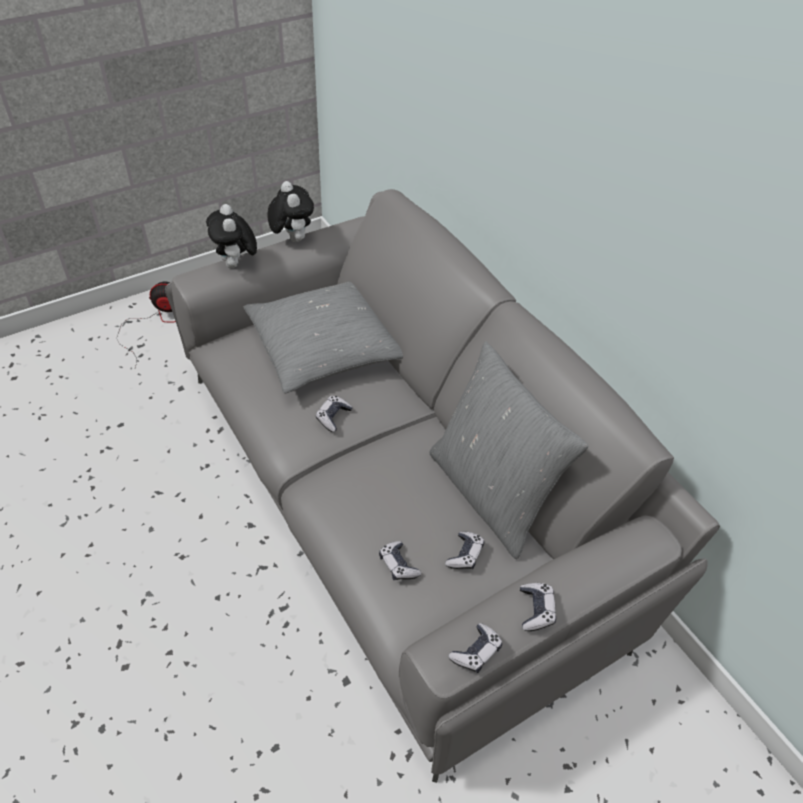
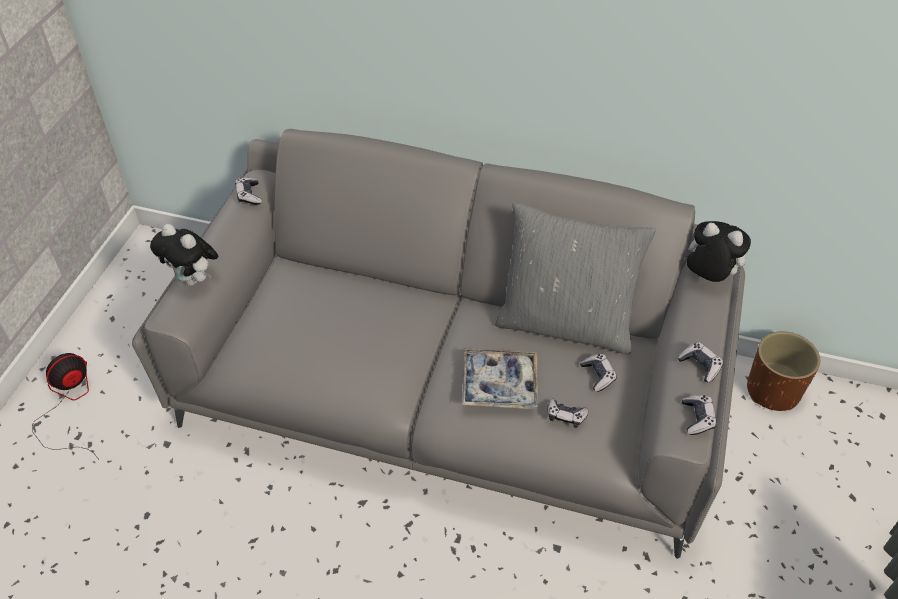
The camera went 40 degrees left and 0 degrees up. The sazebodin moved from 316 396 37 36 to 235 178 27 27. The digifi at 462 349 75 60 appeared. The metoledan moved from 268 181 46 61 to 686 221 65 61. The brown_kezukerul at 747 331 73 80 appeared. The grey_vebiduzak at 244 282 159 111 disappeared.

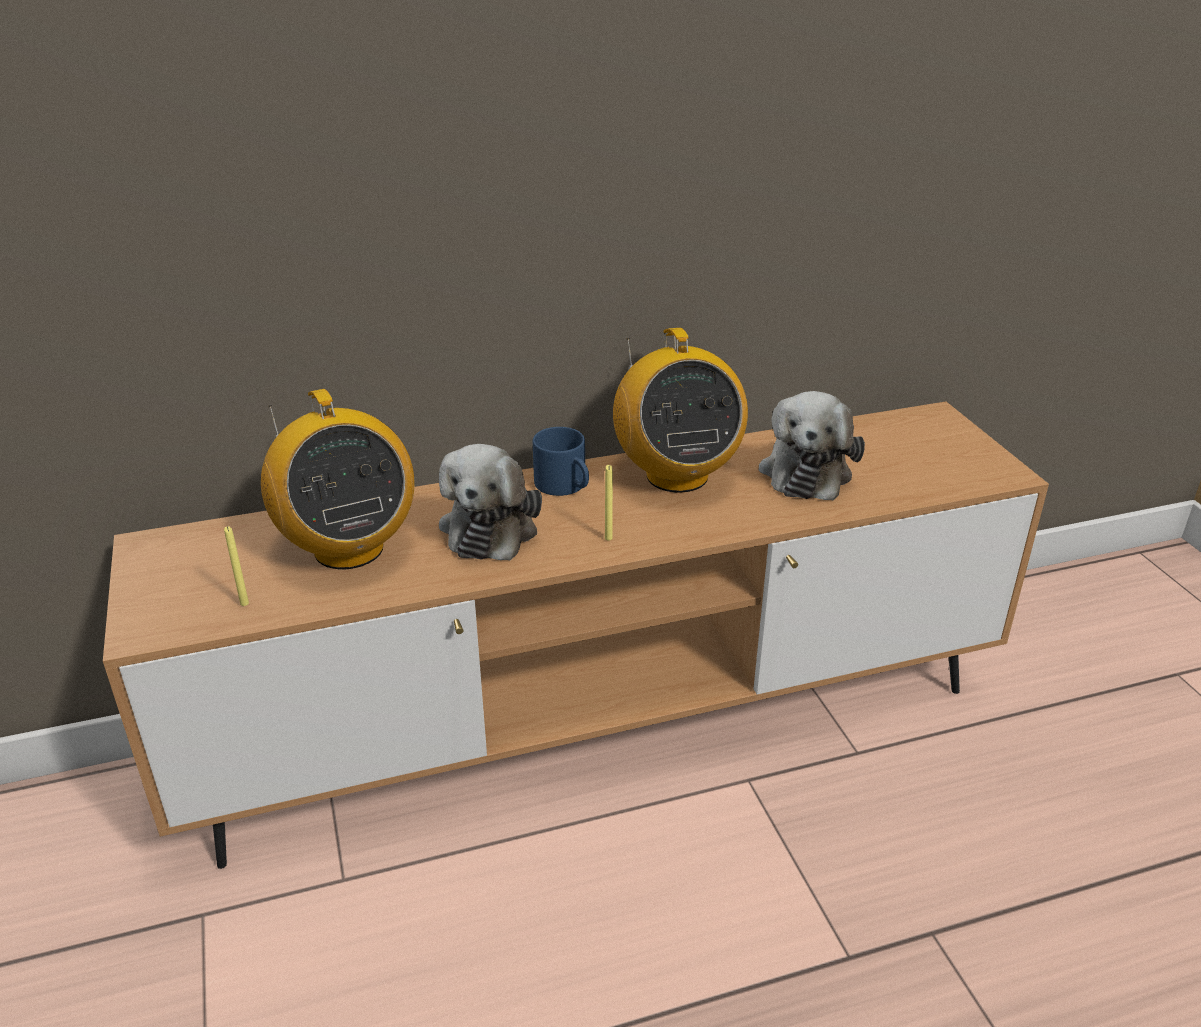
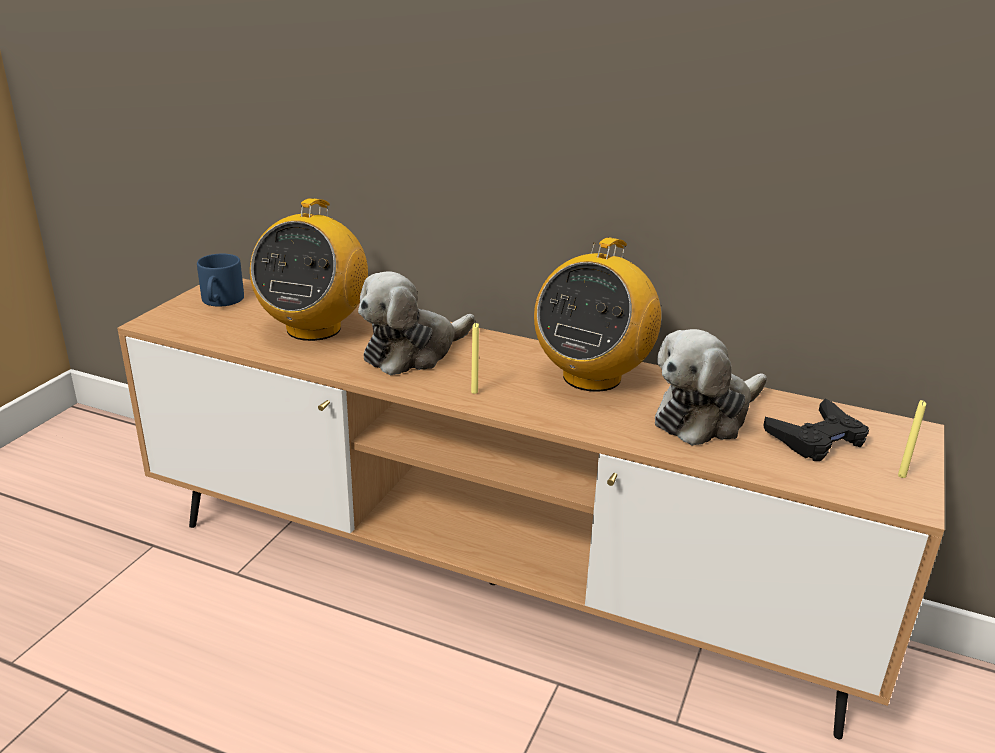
The camera went 40 degrees right and 5 degrees down. The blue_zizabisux moved from 533 427 56 69 to 197 253 47 54. The black_sazebodin at 763 398 106 63 appeared. The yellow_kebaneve moved from 224 526 25 80 to 898 400 28 78.

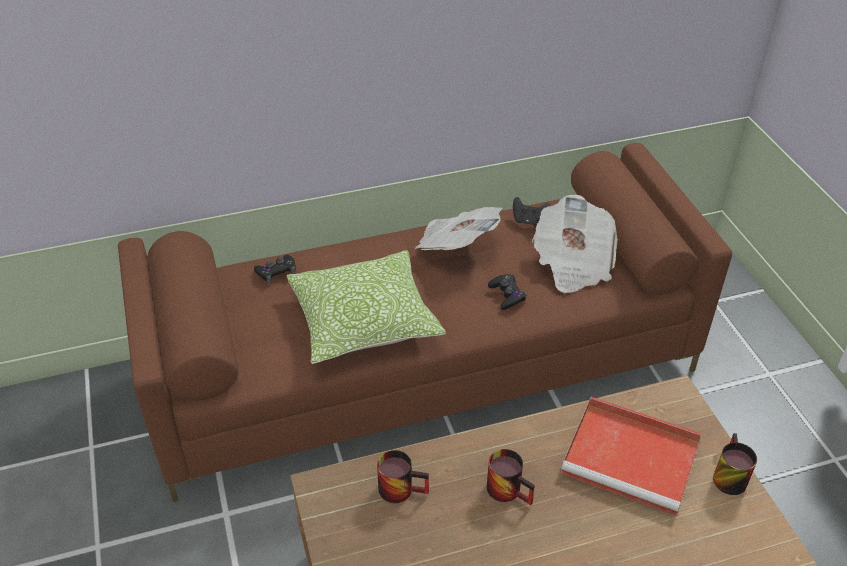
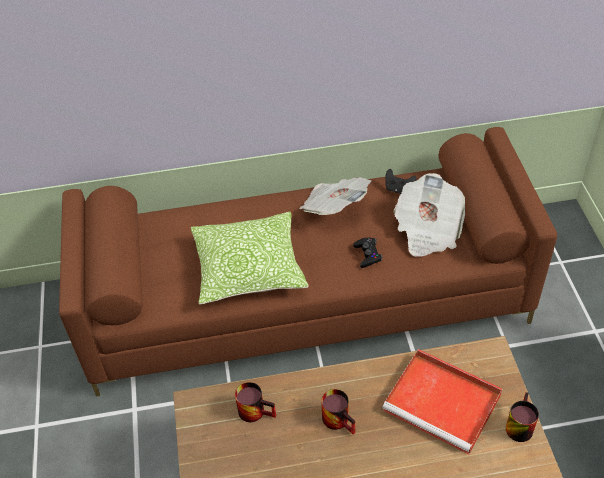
The camera went 10 degrees right and 5 degrees up. The black_sazebodin at 254 255 42 28 disappeared.

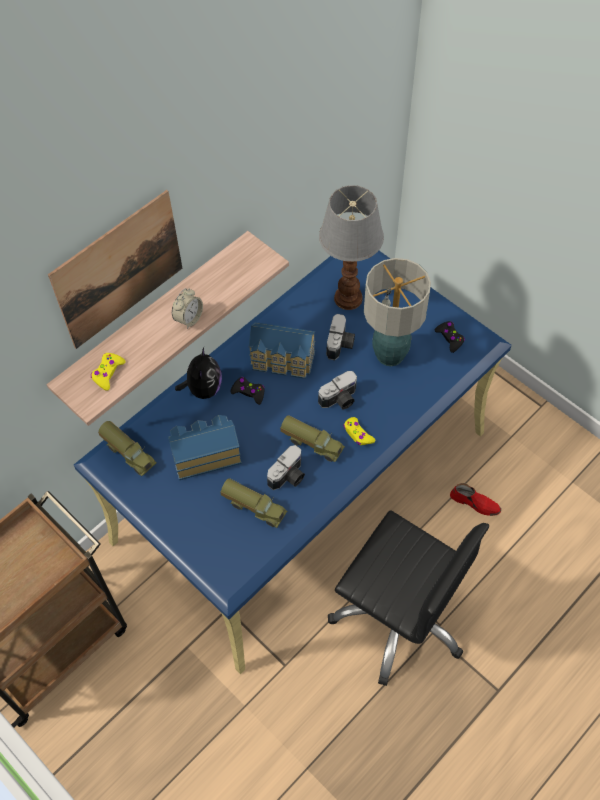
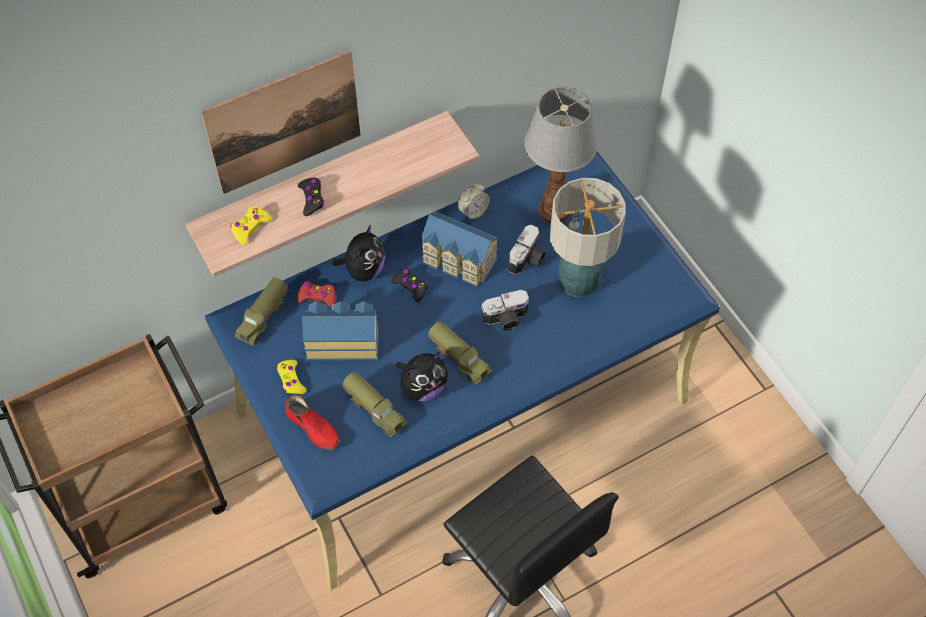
The camera went 15 degrees right and 0 degrees up. The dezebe at 98 421 58 55 turned 60 degrees clockwise. The yellow_sazebodin moved from 343 417 33 28 to 277 360 30 34. The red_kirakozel moved from 450 483 51 33 to 285 395 55 55. The red_sazebodin at 297 281 38 26 appeared. The black_sazebodin moved from 435 321 30 32 to 298 178 26 38. The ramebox at 267 445 38 45 was replaced by the metoledan at 396 352 52 49. The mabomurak moved from 172 288 31 41 to 458 183 31 38.

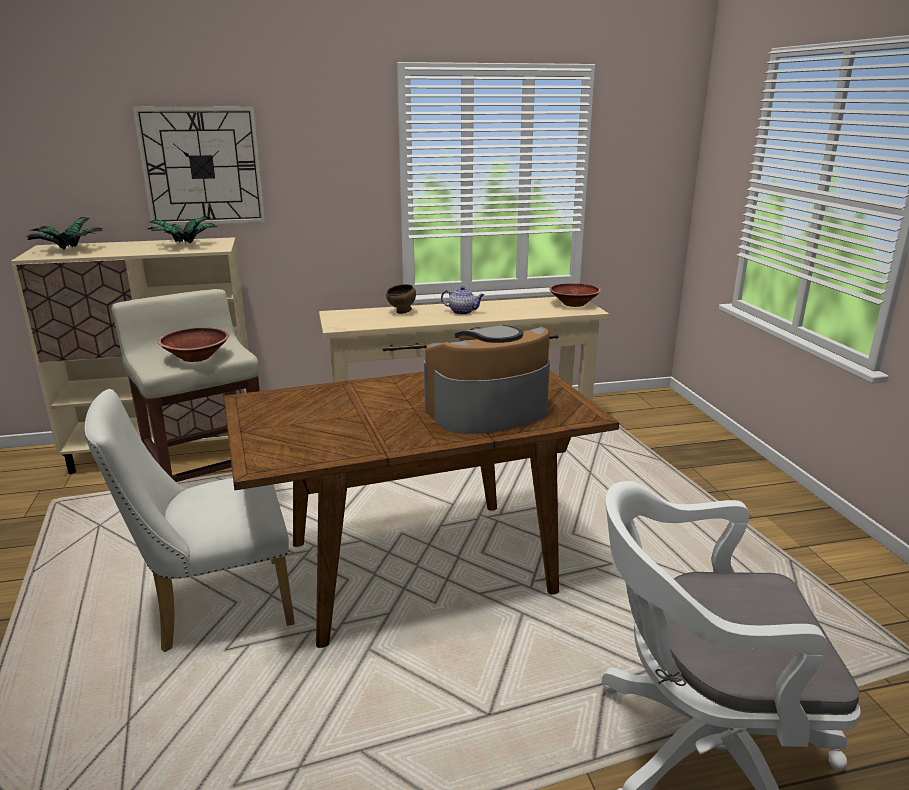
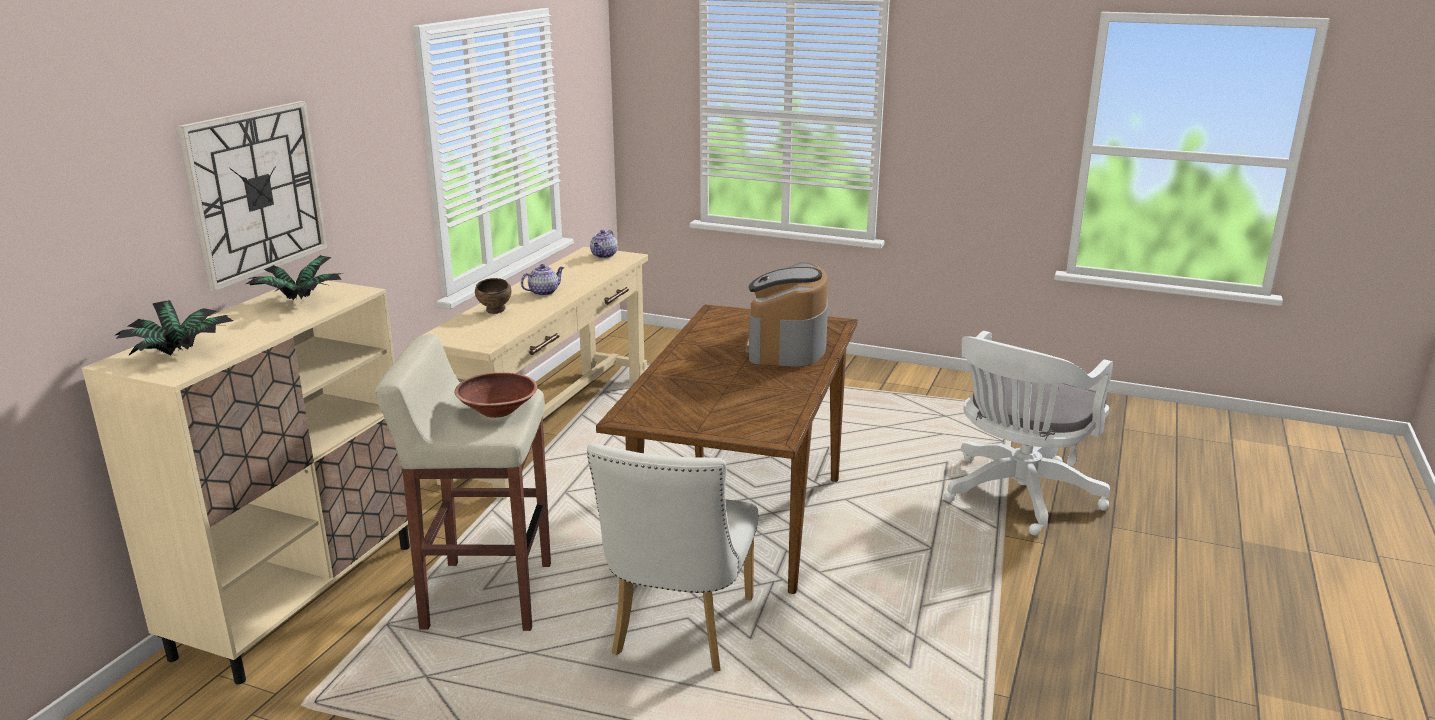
The camera went 55 degrees left and 0 degrees up. The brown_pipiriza at 549 283 52 24 was replaced by the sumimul at 590 230 27 28.

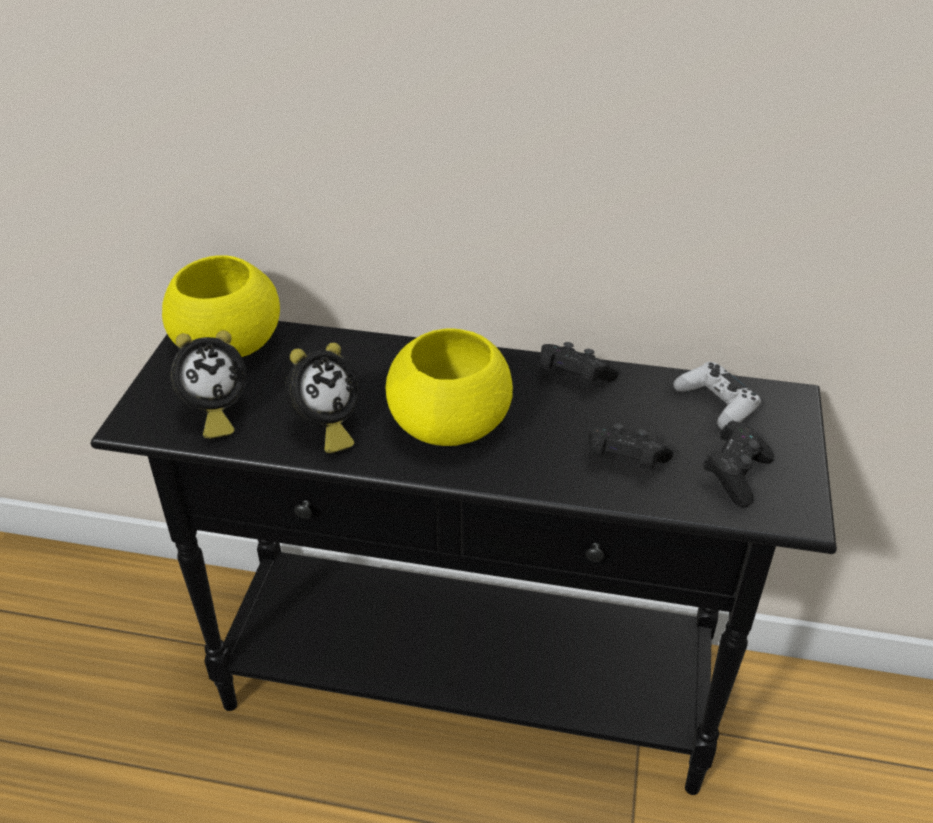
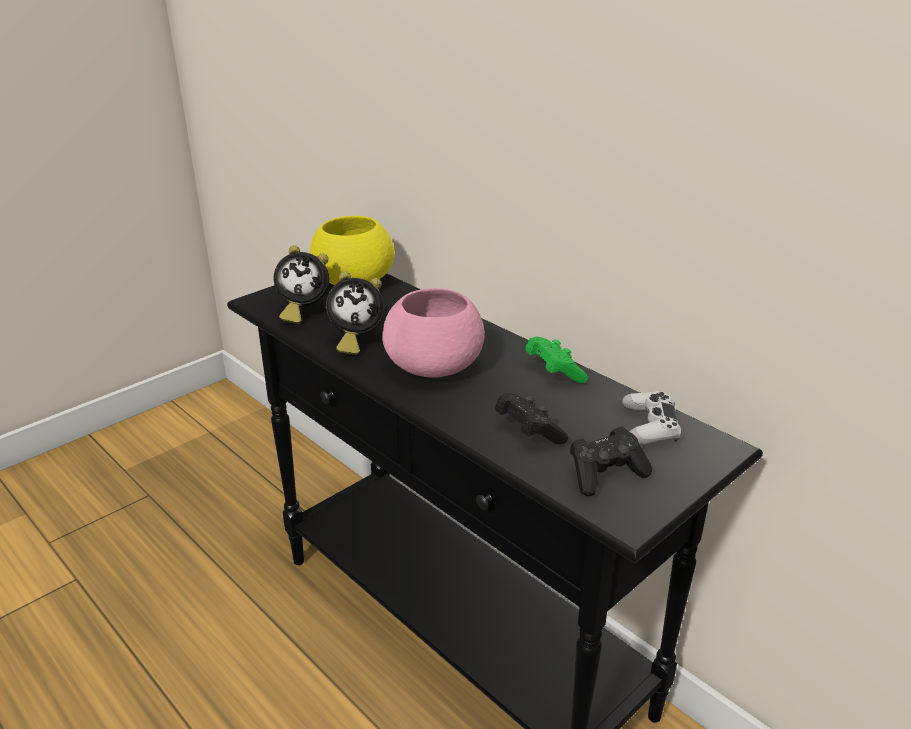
The camera went 35 degrees right and 10 degrees down. The yellow_pipiriza at 386 328 127 118 became the pink_pipiriza at 382 288 103 90. The black_sazebodin at 539 342 79 42 became the green_sazebodin at 525 337 63 47.

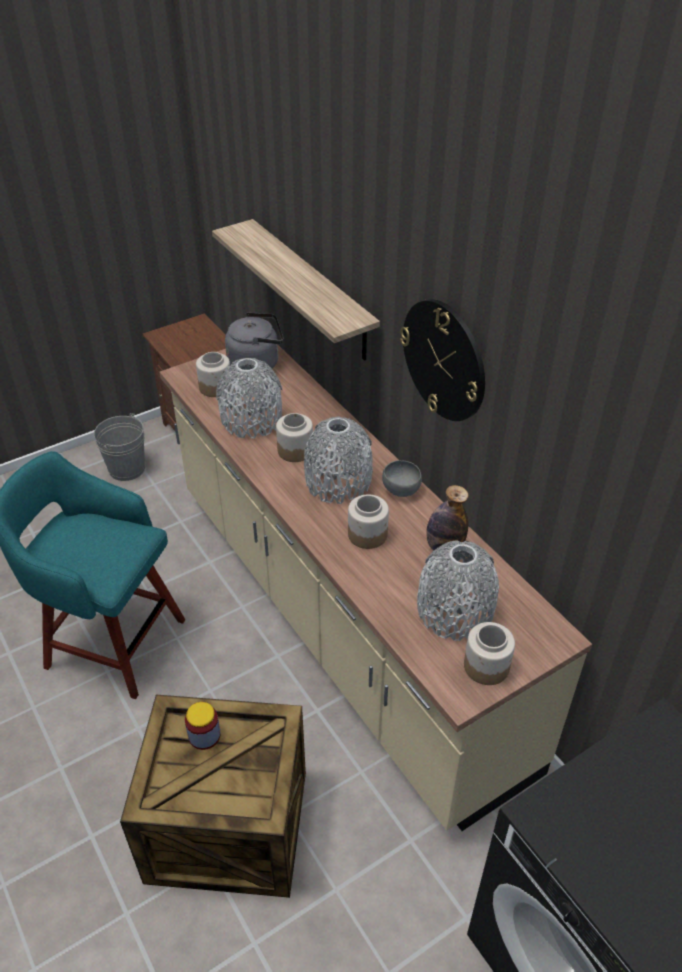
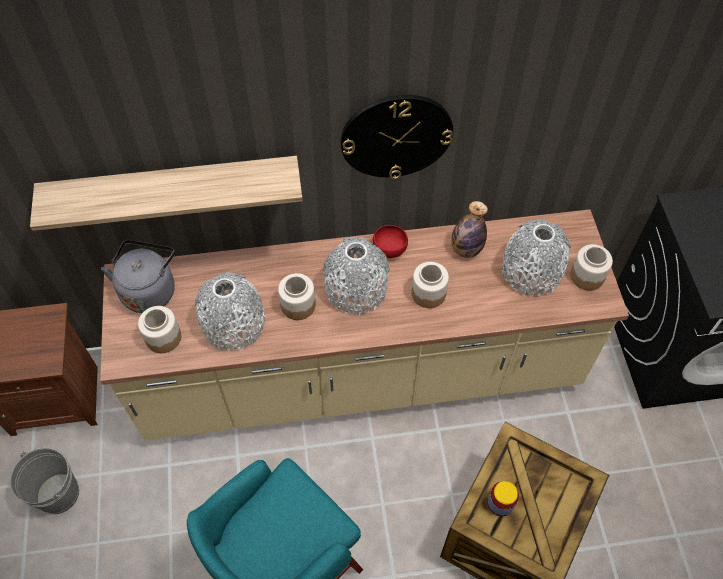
The camera went 65 degrees left and 15 degrees up. The grey_pipiriza at 382 460 40 37 became the red_pipiriza at 373 225 35 33.

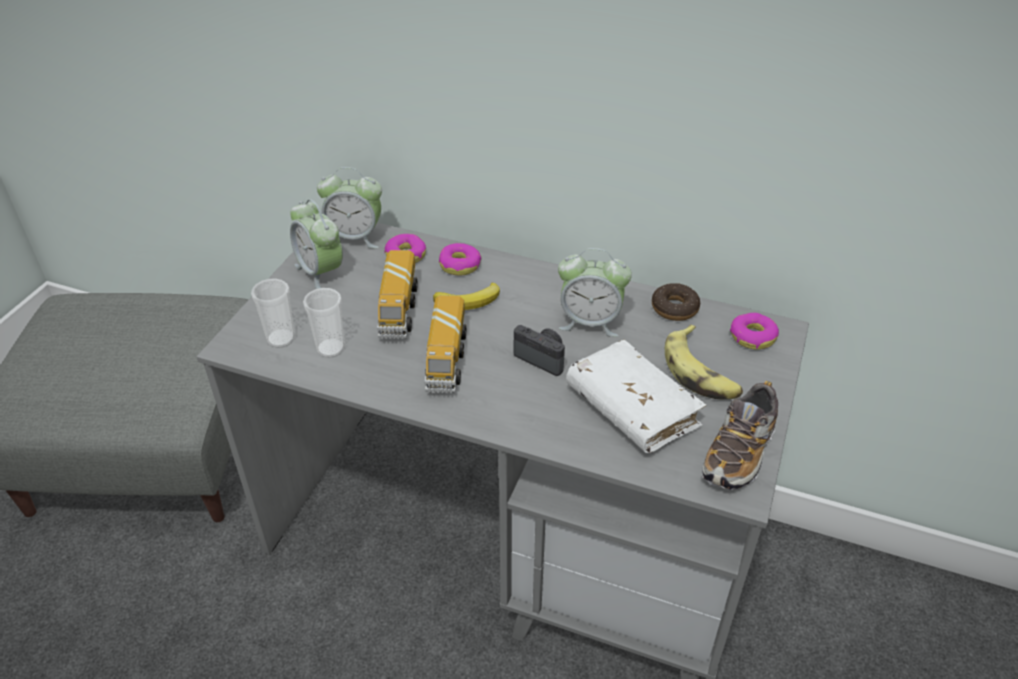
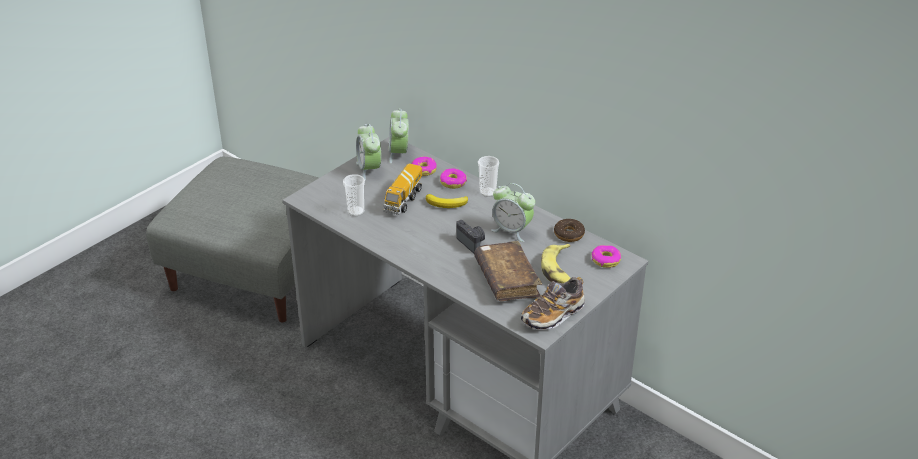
The camera went 20 degrees right and 5 degrees down. The mabomurak at 317 167 65 82 turned 60 degrees clockwise. The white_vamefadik at 566 340 140 113 became the brown_vamefadik at 474 241 68 60. The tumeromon moved from 251 279 44 69 to 478 156 21 41. The dezebe at 424 295 42 99 disappeared.

